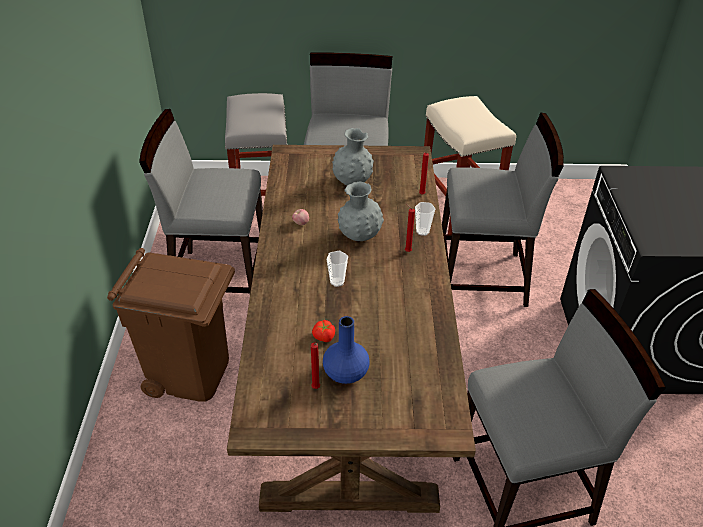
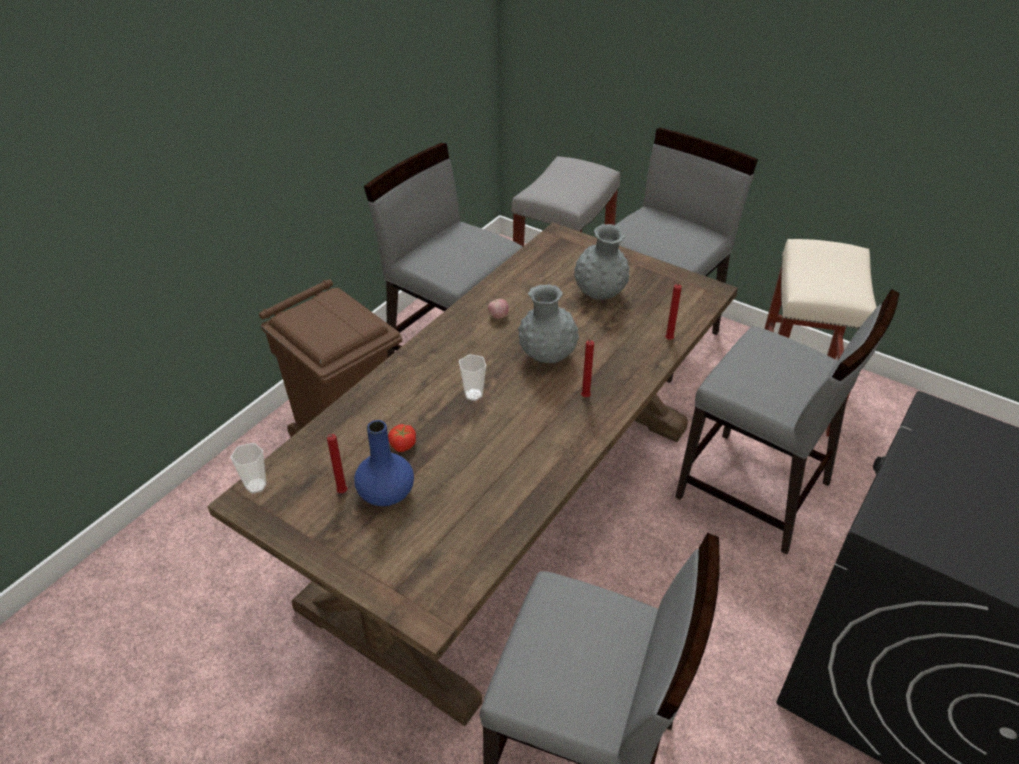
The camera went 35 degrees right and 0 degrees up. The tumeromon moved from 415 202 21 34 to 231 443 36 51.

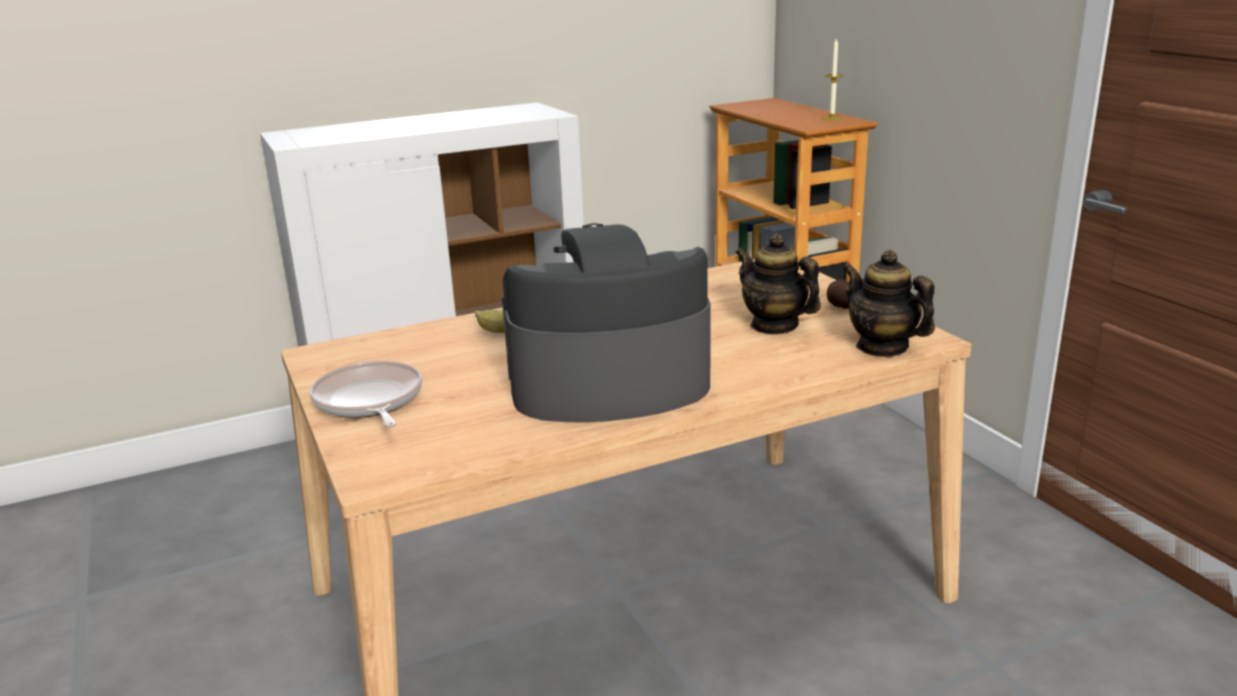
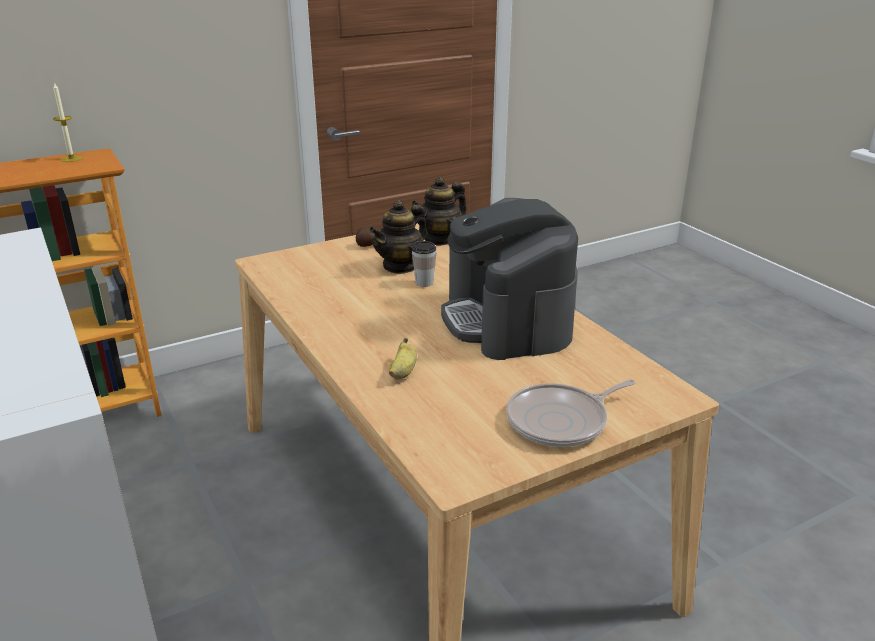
The camera went 95 degrees left and 5 degrees up. The tumeromon at 412 241 24 46 appeared.

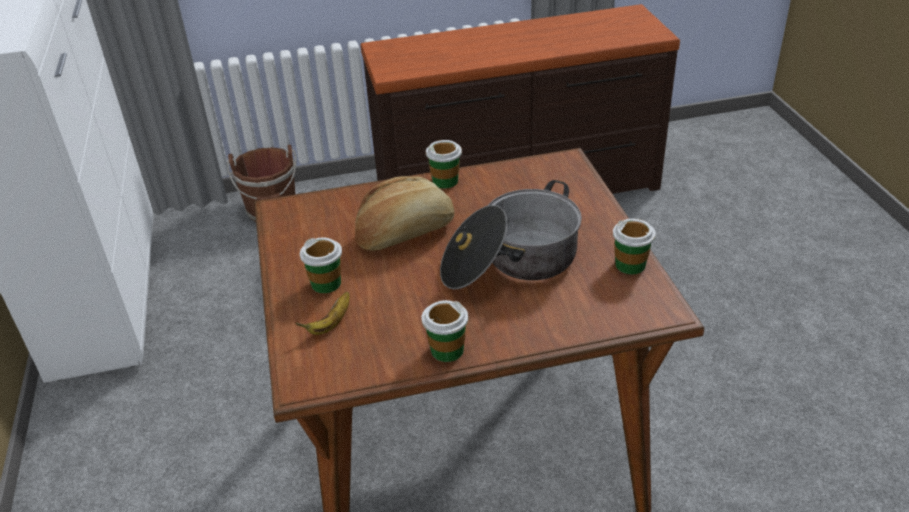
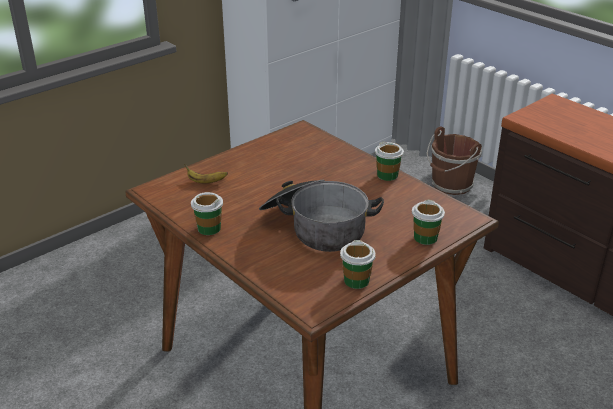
The camera went 60 degrees right and 5 degrees down. The tumeromon moved from 300 237 42 56 to 412 200 33 45. The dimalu at 355 176 100 75 disappeared.

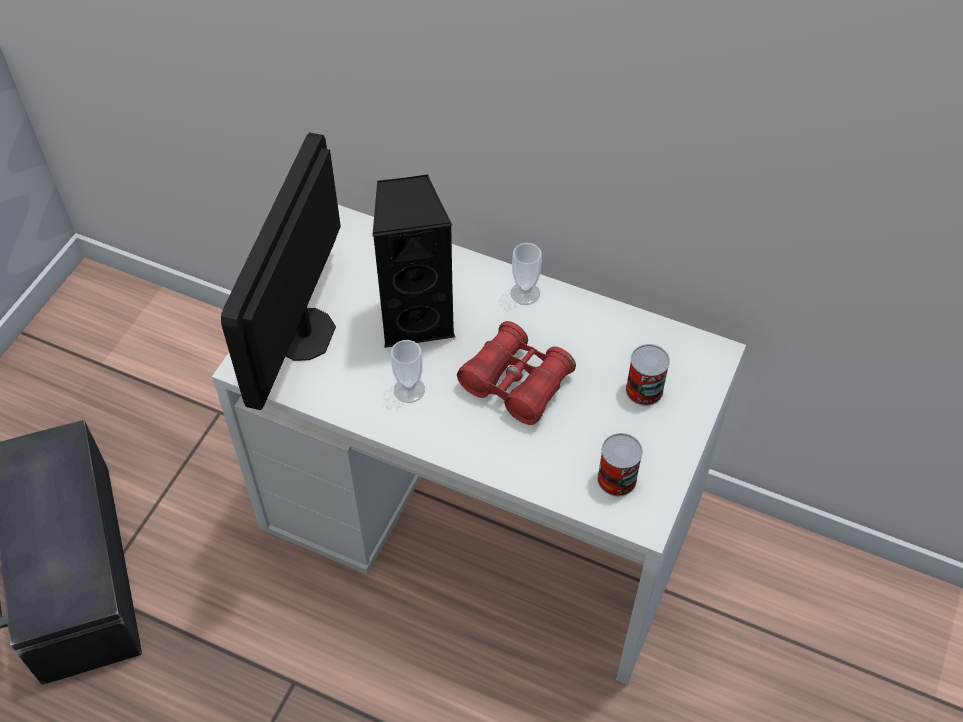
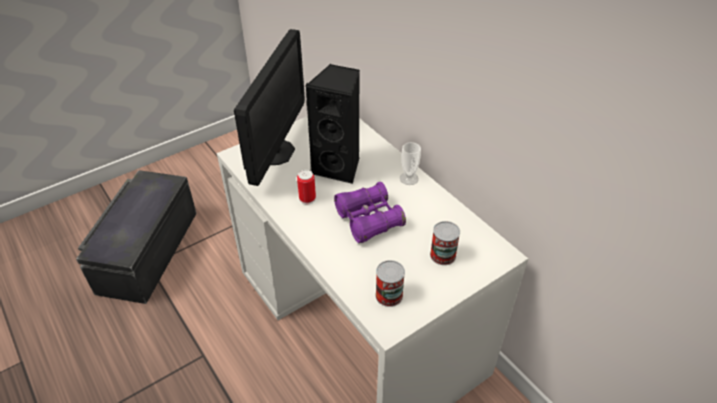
The camera went 30 degrees right and 10 degrees down. The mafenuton at 221 132 120 278 turned 150 degrees clockwise. The tumeromon at 391 340 34 63 was replaced by the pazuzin at 297 170 19 34. The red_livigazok at 457 321 119 104 became the purple_livigazok at 334 182 72 61.

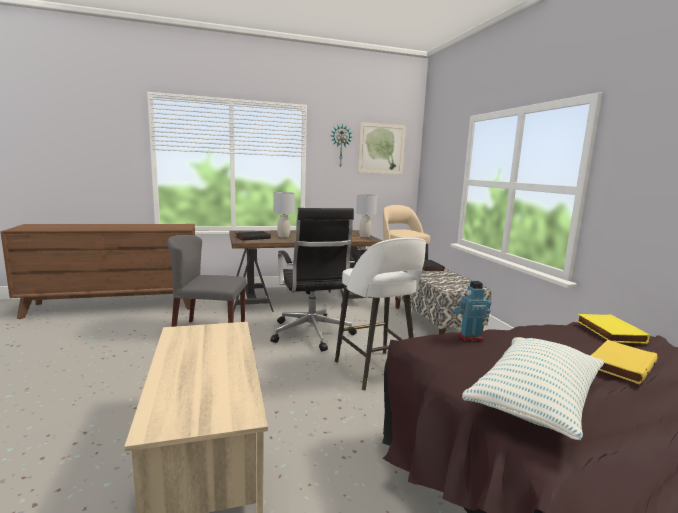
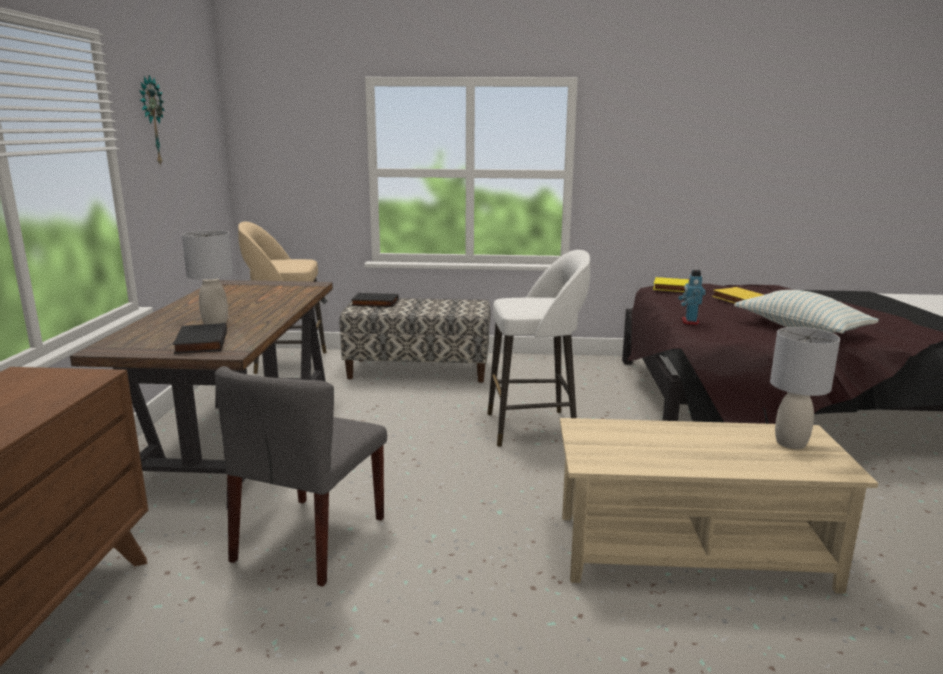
The camera went 70 degrees left and 5 degrees up. The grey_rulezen moved from 356 194 21 43 to 770 327 70 122. The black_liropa at 270 208 87 143 disappeared. The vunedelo at 358 122 48 52 disappeared.

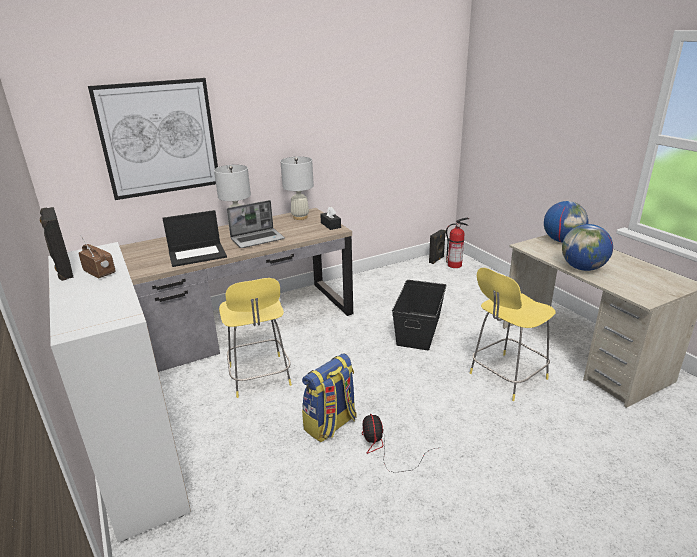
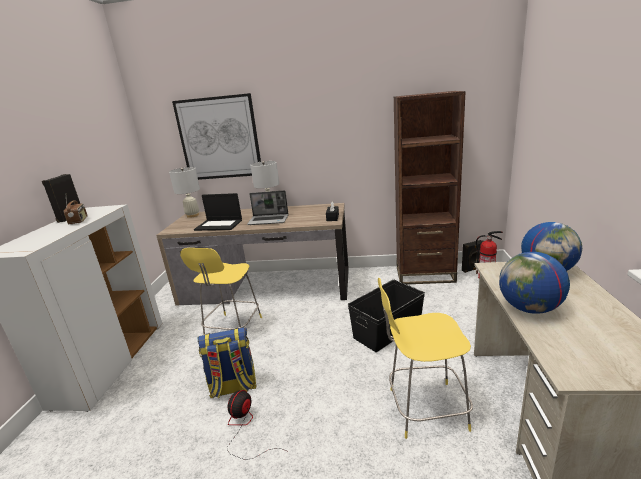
The camera went 35 degrees right and 5 degrees down. The white_rulezen moved from 280 157 34 63 to 169 167 31 51. The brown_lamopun at 394 91 72 193 appeared.

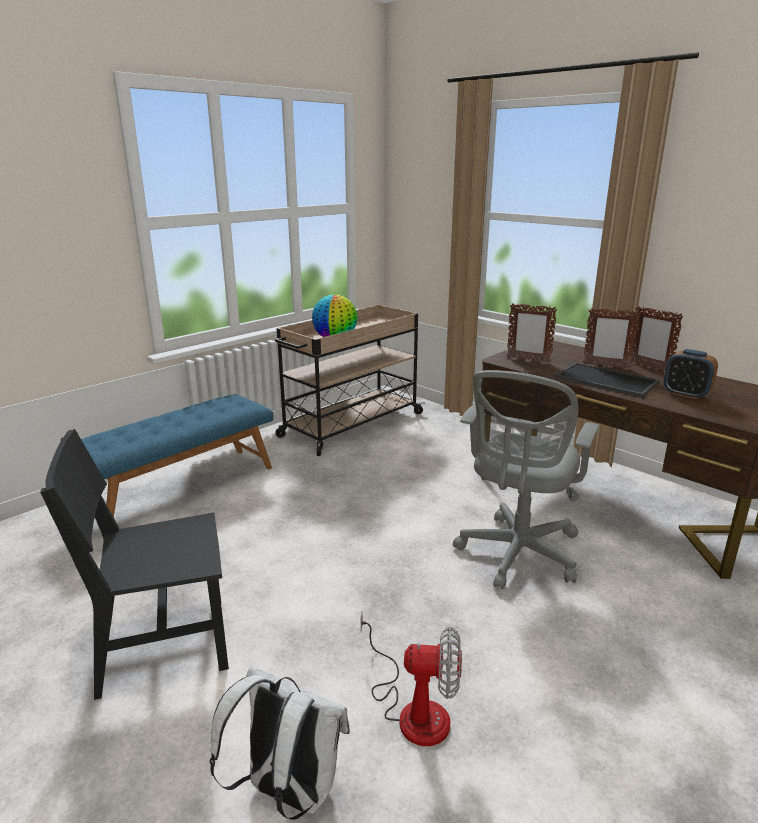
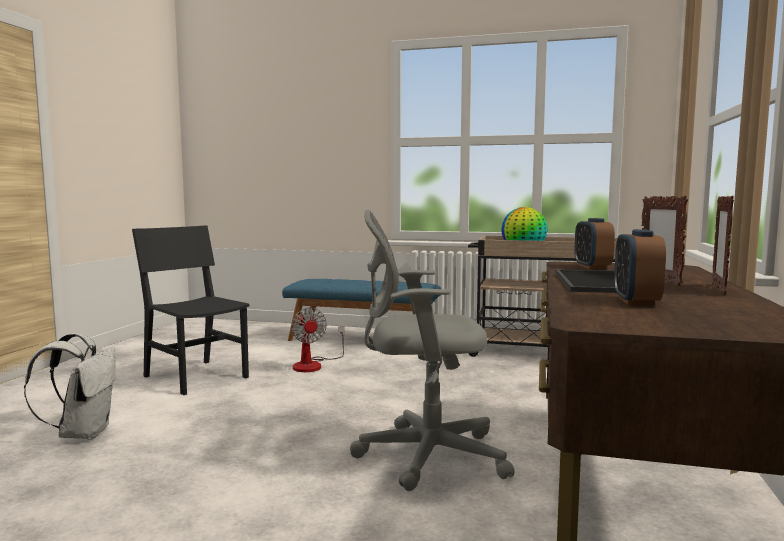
The camera went 60 degrees right and 15 degrees down. The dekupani moved from 360 610 102 136 to 291 307 54 65. The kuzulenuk at 507 303 50 60 was replaced by the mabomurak at 574 218 41 51.

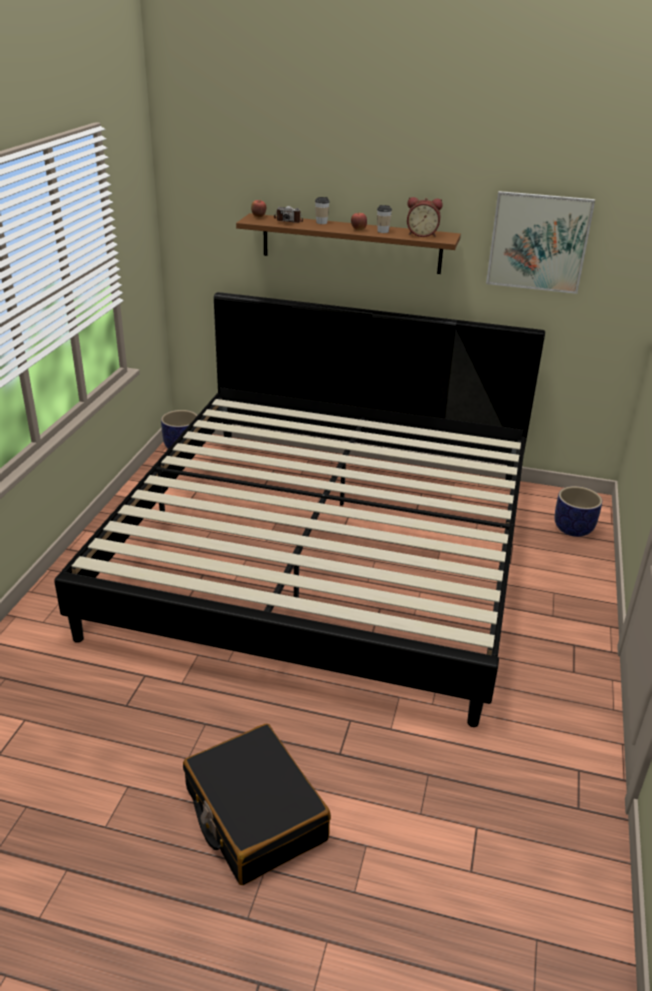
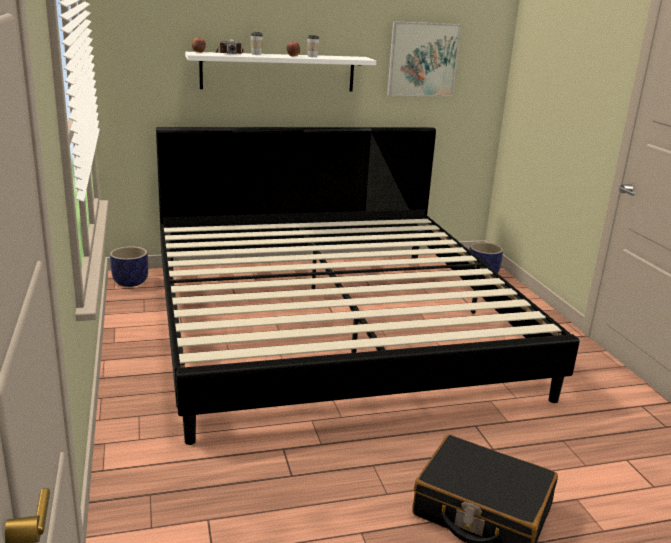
The camera went 30 degrees left and 10 degrees down. The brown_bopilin at 236 213 225 61 became the white_bopilin at 185 52 191 40. The mabomurak at 407 197 36 40 disappeared.

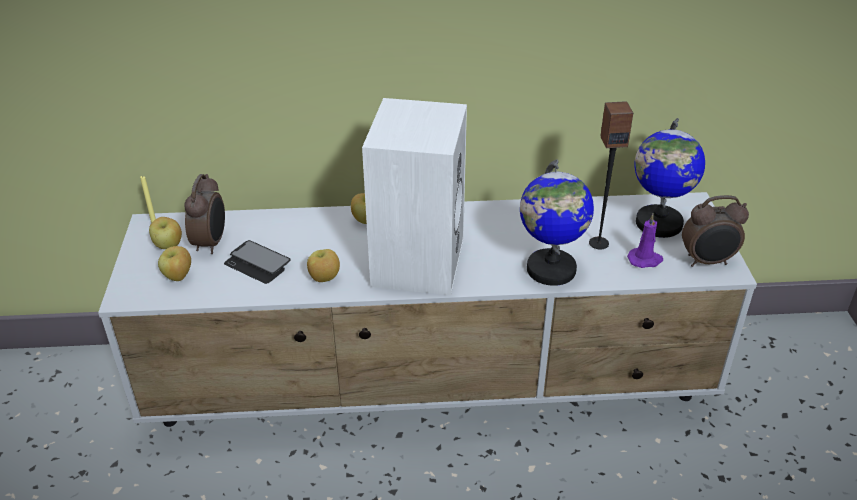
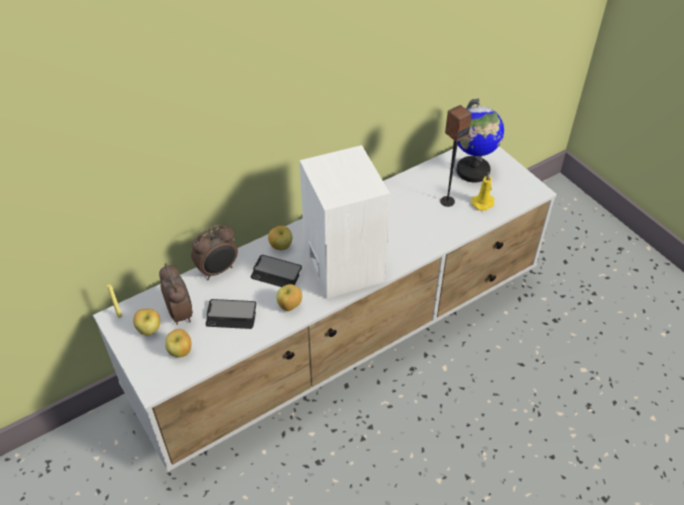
The camera went 30 degrees left and 10 degrees up. The mabomurak moved from 682 195 67 72 to 191 224 47 56. The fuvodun at 251 255 51 32 appeared. The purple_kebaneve at 627 213 36 55 became the yellow_kebaneve at 471 173 23 38. The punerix at 520 159 74 127 disappeared.

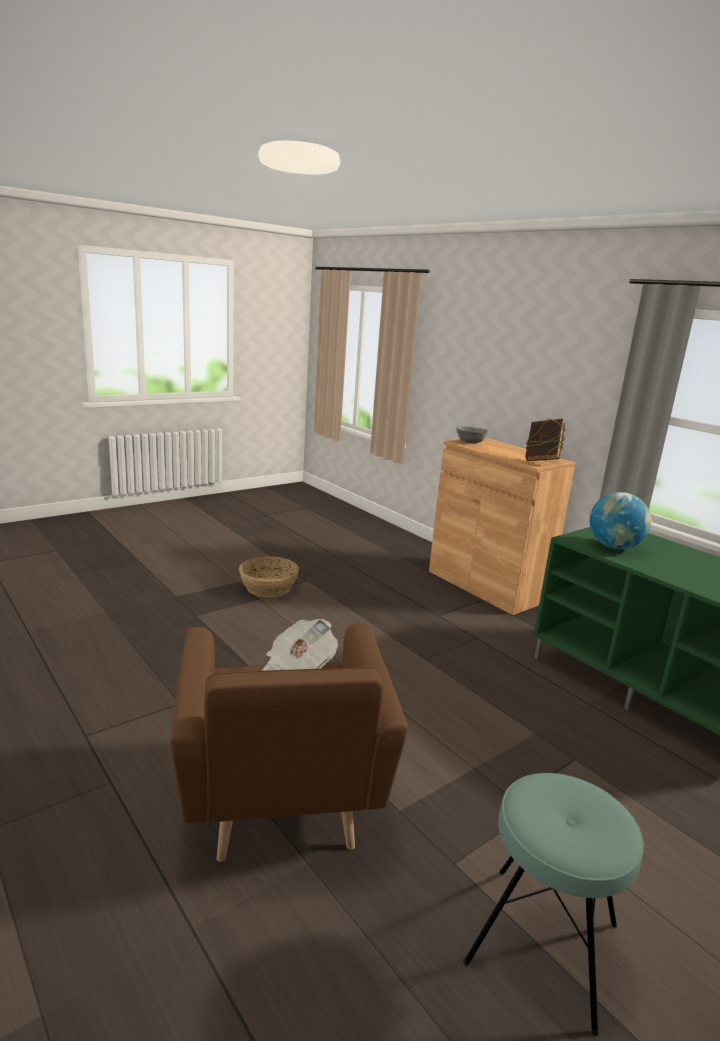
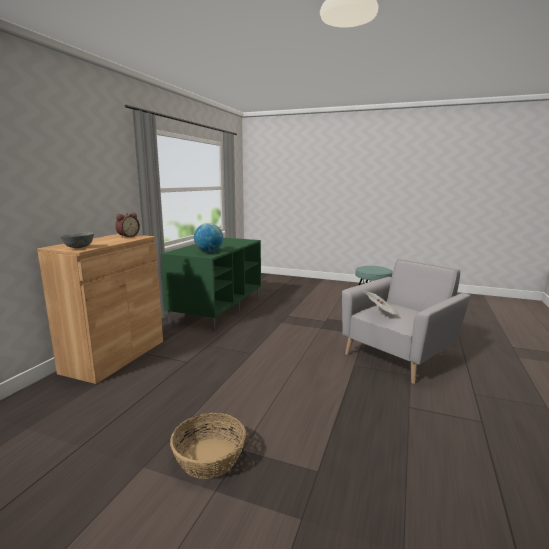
The camera went 120 degrees left and 5 degrees down. The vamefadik at 525 418 40 43 was replaced by the mabomurak at 115 213 25 25. The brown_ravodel at 170 623 238 239 became the grey_ravodel at 342 259 128 125.

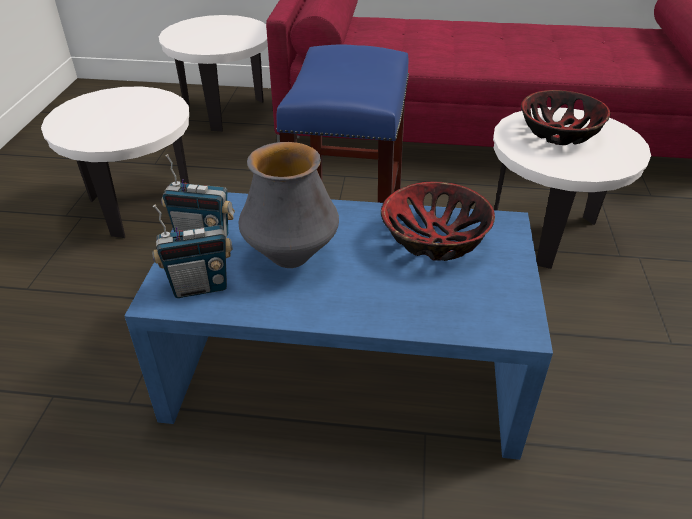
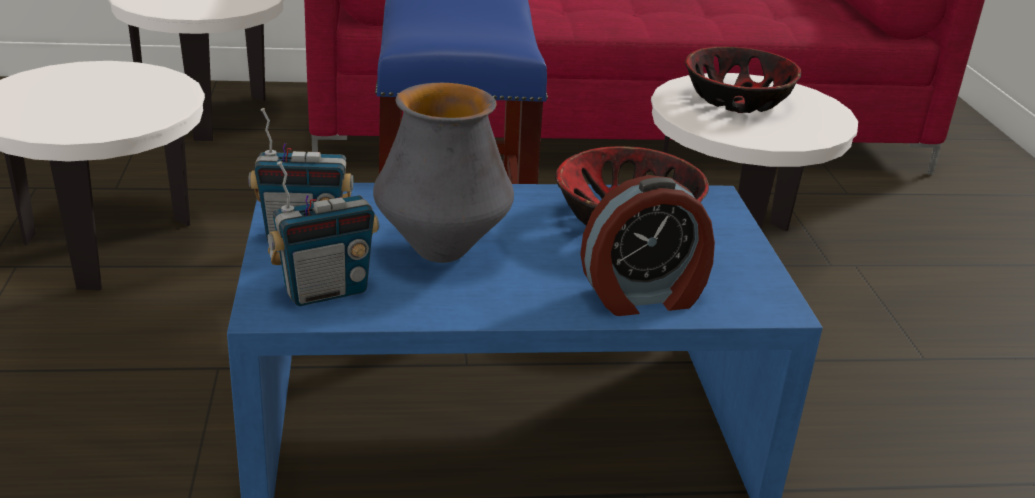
The camera went 15 degrees left and 10 degrees down. The mabomurak at 580 175 135 141 appeared.

